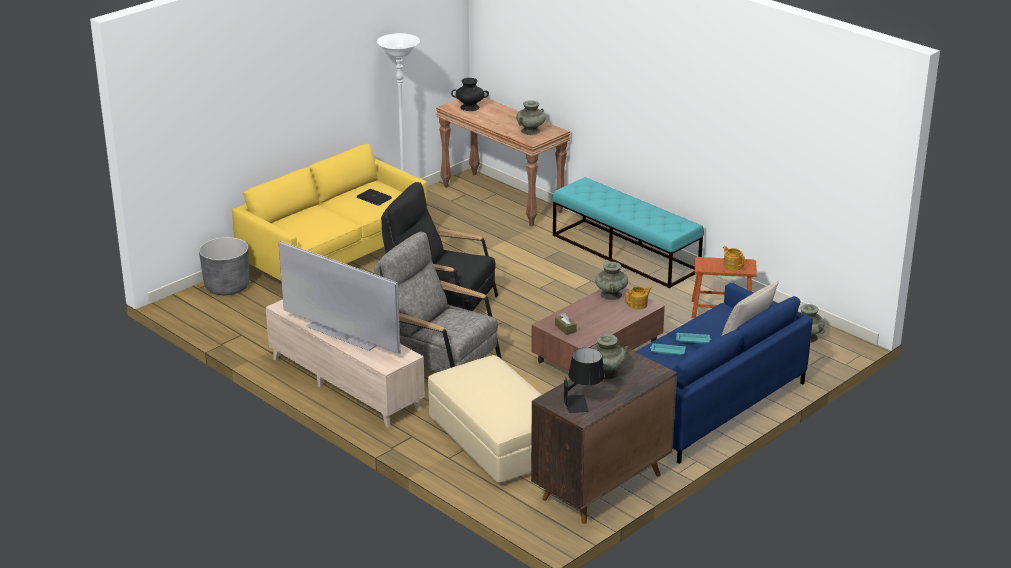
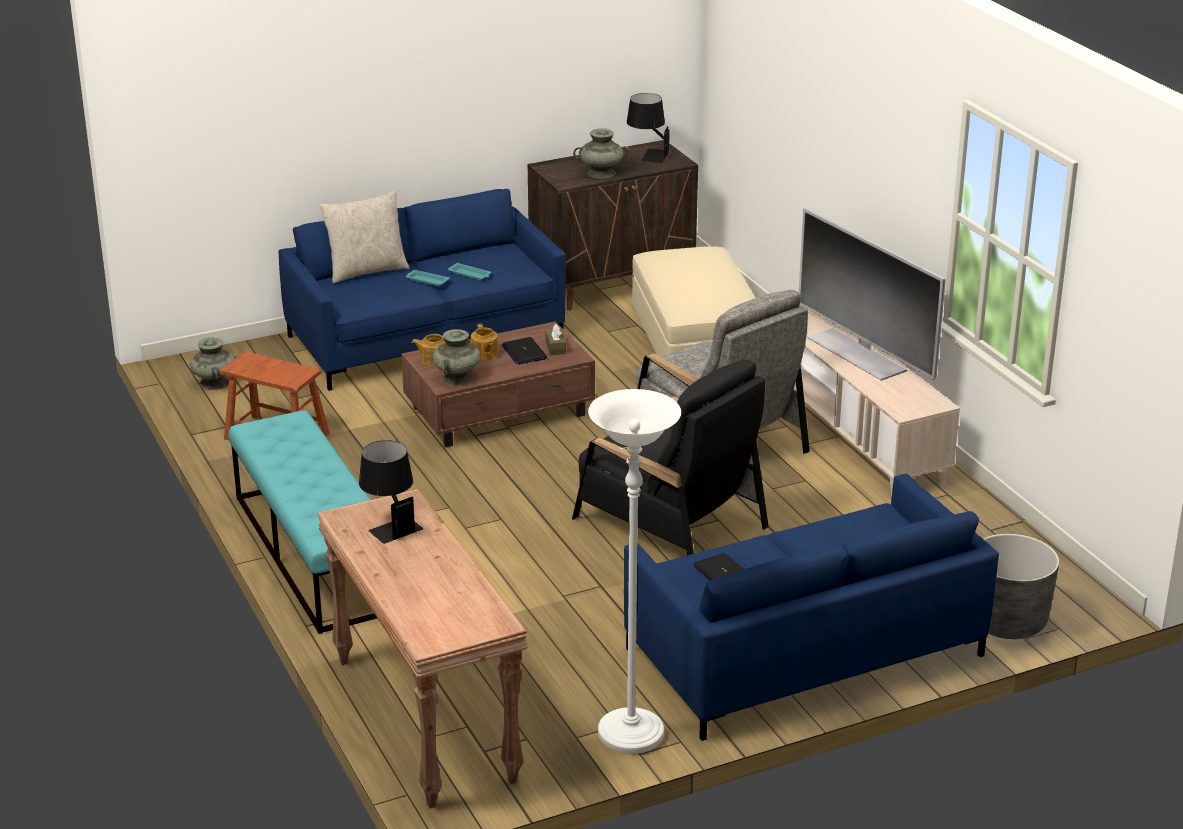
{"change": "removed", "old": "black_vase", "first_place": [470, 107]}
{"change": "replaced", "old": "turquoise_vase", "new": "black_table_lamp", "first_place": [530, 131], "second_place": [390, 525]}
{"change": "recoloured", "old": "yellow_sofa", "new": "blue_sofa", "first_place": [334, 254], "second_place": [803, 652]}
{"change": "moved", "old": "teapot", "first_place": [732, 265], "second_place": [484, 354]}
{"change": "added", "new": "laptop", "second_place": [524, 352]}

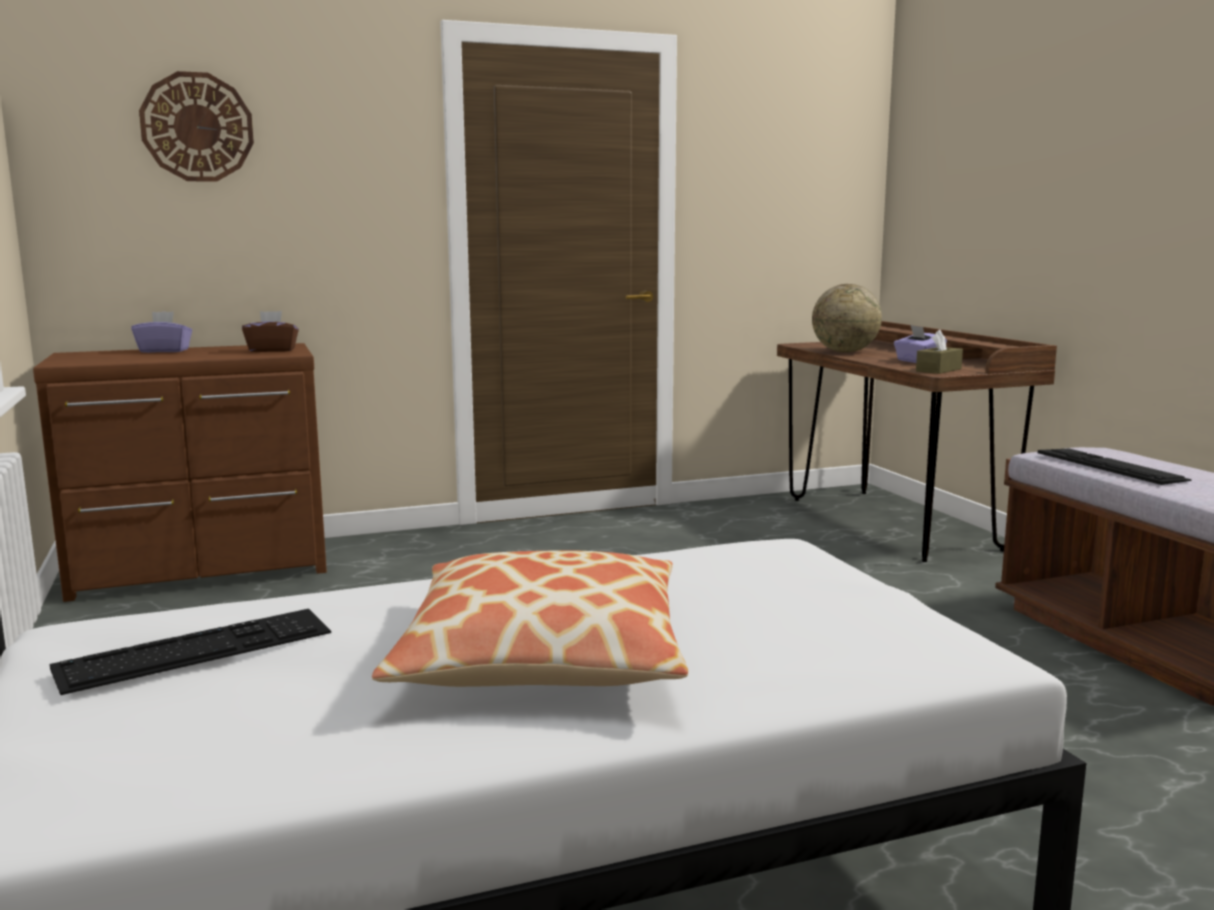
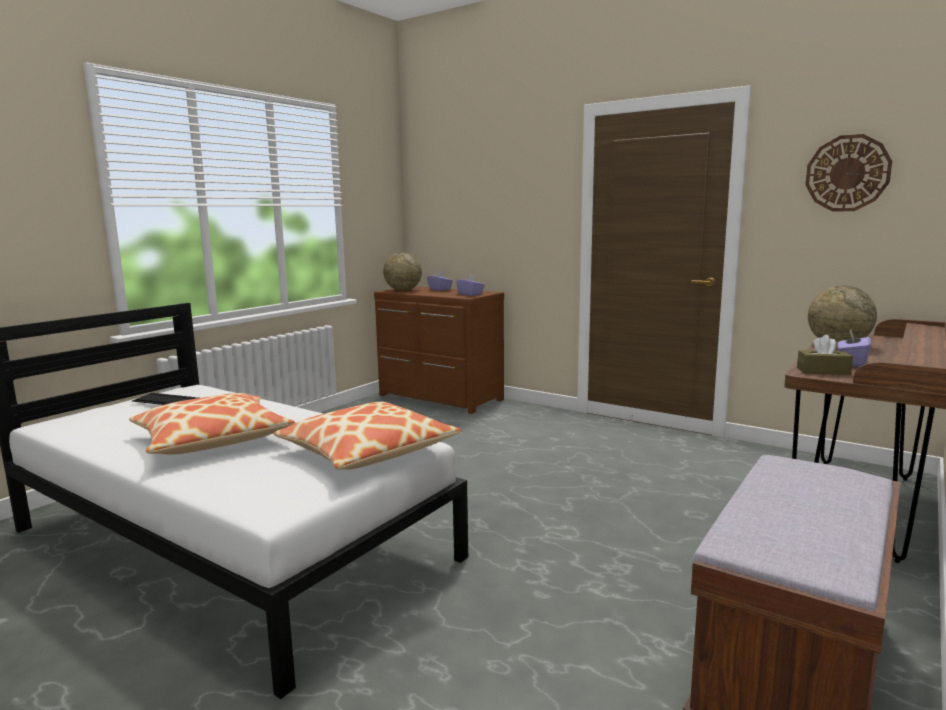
{"change": "moved", "old": "wall_clock", "first_place": [197, 127], "second_place": [847, 173]}
{"change": "recoloured", "old": "brown_tissue_box", "new": "purple_tissue_box", "first_place": [272, 350], "second_place": [470, 294]}
{"change": "removed", "old": "keyboard", "first_place": [1110, 466]}
{"change": "added", "new": "globe", "second_place": [403, 290]}
{"change": "added", "new": "pillow", "second_place": [368, 452]}

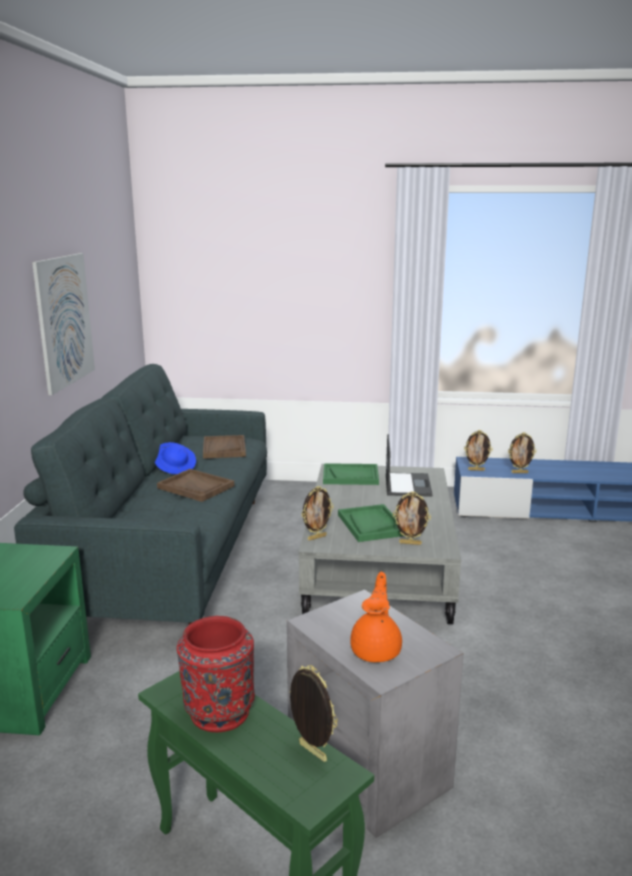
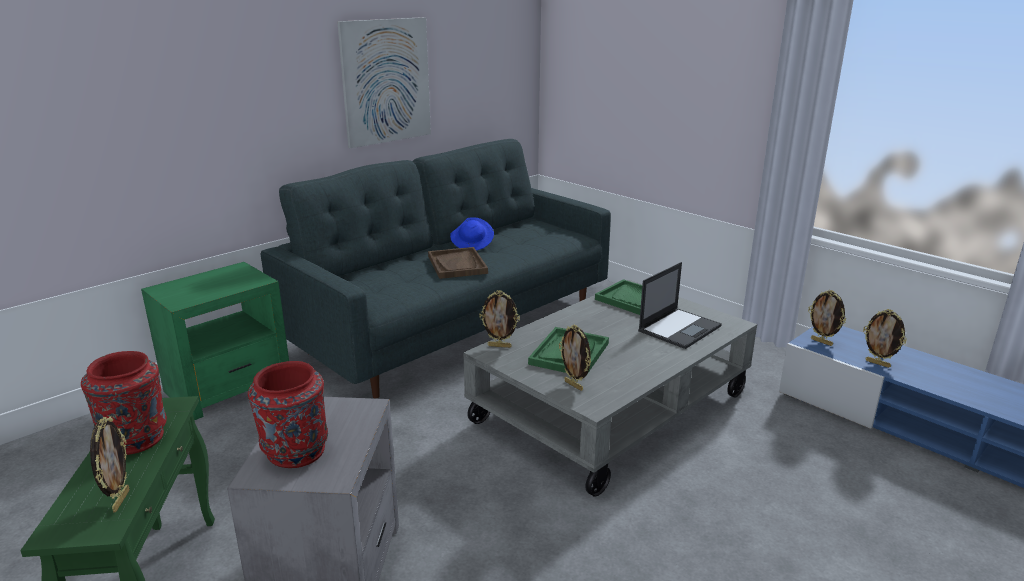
{"change": "removed", "old": "brown_tray", "first_place": [224, 448]}
{"change": "replaced", "old": "orange_teapot", "new": "red_vase", "first_place": [377, 650], "second_place": [295, 452]}

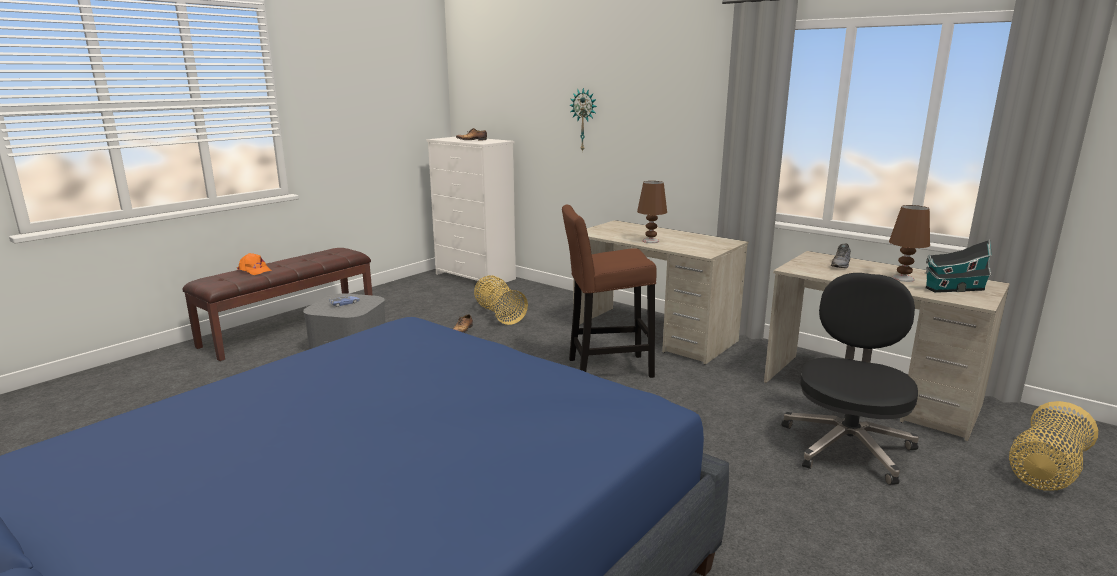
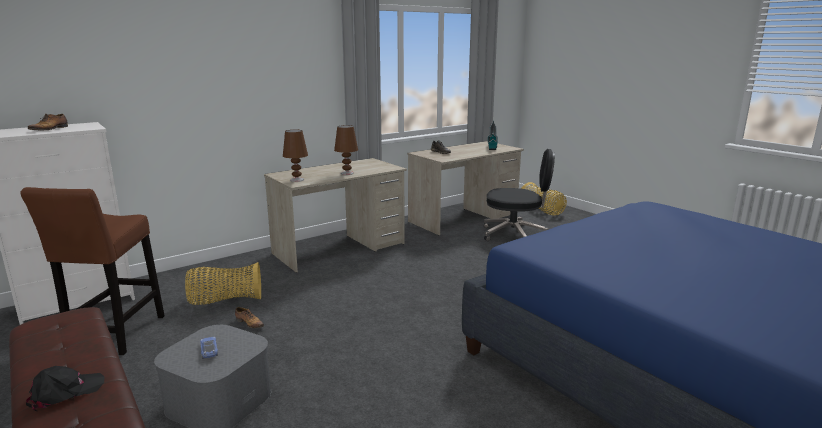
{"change": "removed", "old": "wall_clock", "first_place": [584, 120]}
{"change": "moved", "old": "brown_stool", "first_place": [605, 369], "second_place": [115, 336]}
{"change": "moved", "old": "brown_table_lamp", "first_place": [903, 278], "second_place": [297, 180]}
{"change": "recoloured", "old": "orange_cap", "new": "black_cap", "first_place": [254, 270], "second_place": [65, 392]}
{"change": "turned", "old": "black_office_chair", "first_place": [847, 445], "second_place": [515, 235], "degrees": 150}

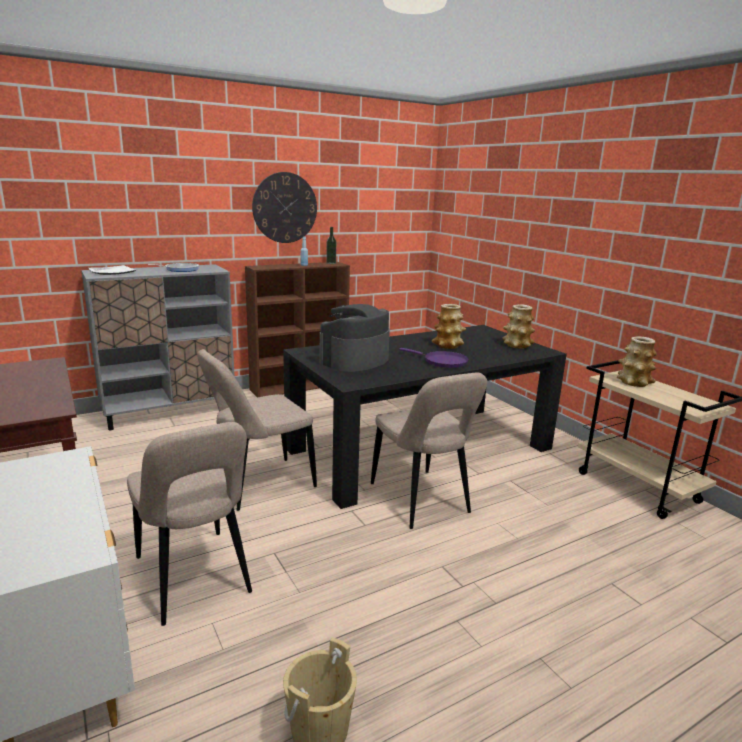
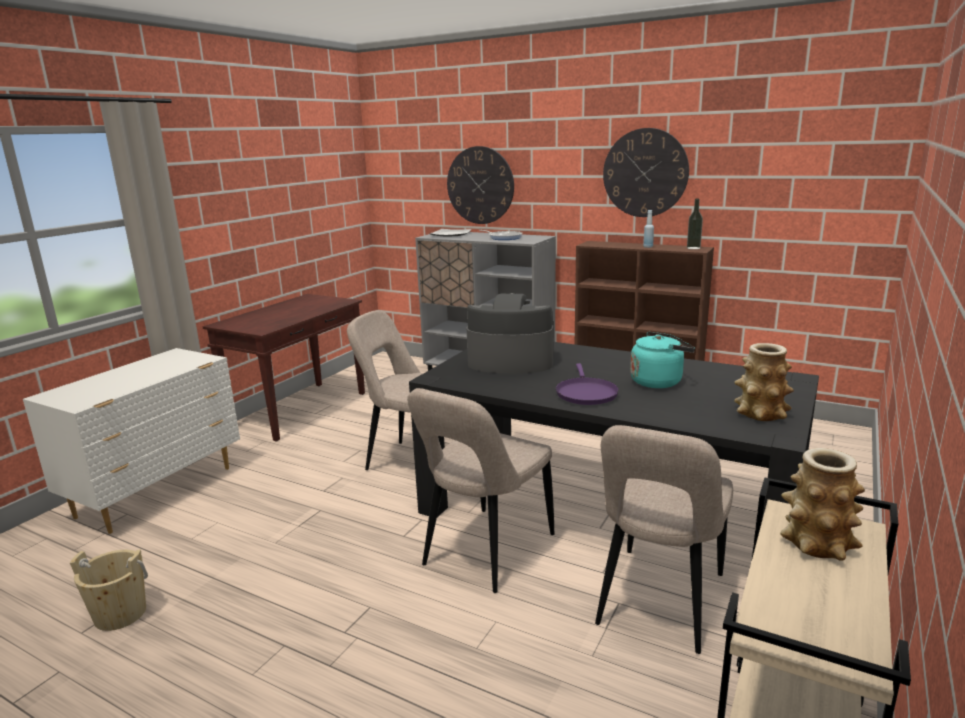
{"change": "replaced", "old": "vase", "new": "turquoise_kettle", "first_place": [448, 346], "second_place": [658, 381]}
{"change": "moved", "old": "beige_chair", "first_place": [194, 579], "second_place": [658, 603]}
{"change": "added", "new": "wall_clock", "second_place": [480, 185]}

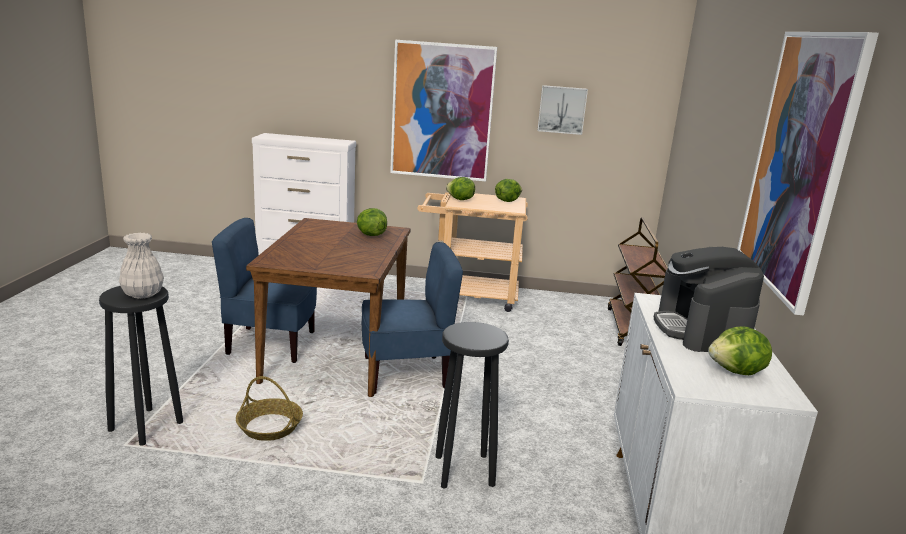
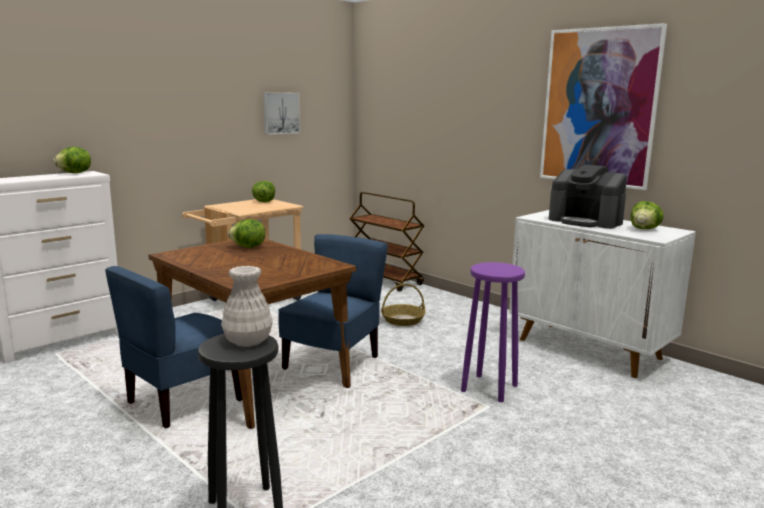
{"change": "removed", "old": "picture", "first_place": [442, 111]}
{"change": "moved", "old": "lettuce", "first_place": [460, 200], "second_place": [75, 173]}
{"change": "recoloured", "old": "black_stool", "new": "purple_stool", "first_place": [464, 471], "second_place": [490, 388]}
{"change": "moved", "old": "basket", "first_place": [270, 427], "second_place": [403, 320]}

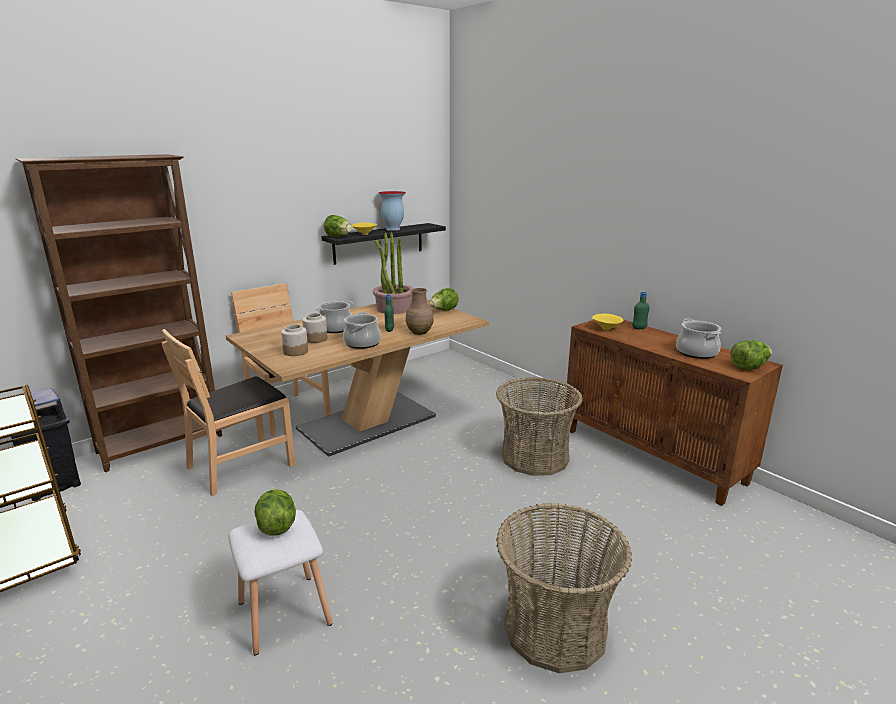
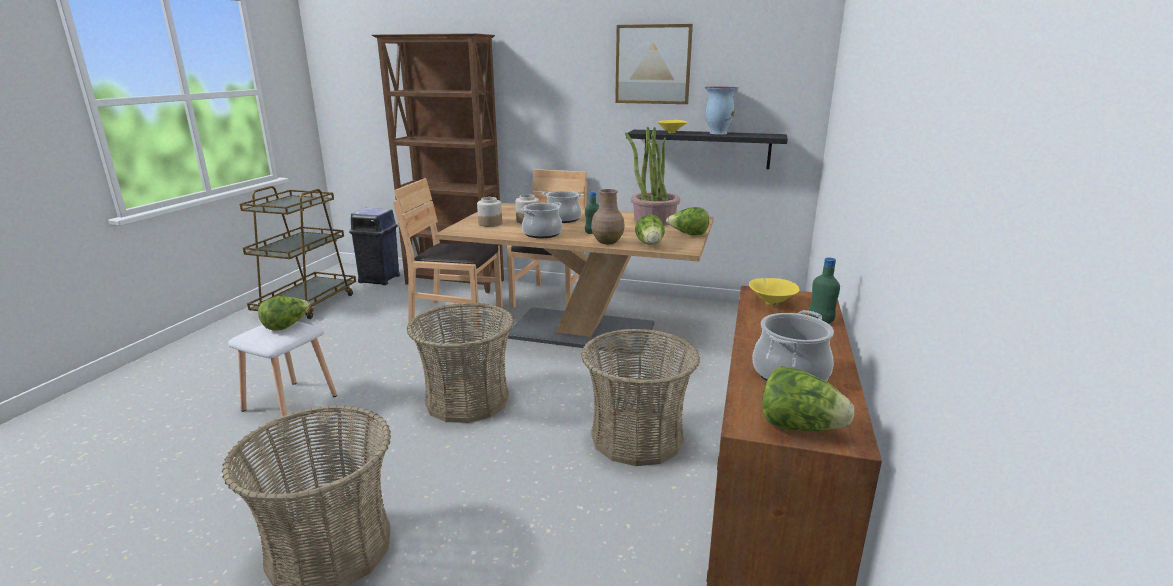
{"change": "moved", "old": "lettuce", "first_place": [339, 236], "second_place": [650, 245]}
{"change": "added", "new": "picture", "second_place": [653, 64]}
{"change": "added", "new": "basket", "second_place": [467, 400]}

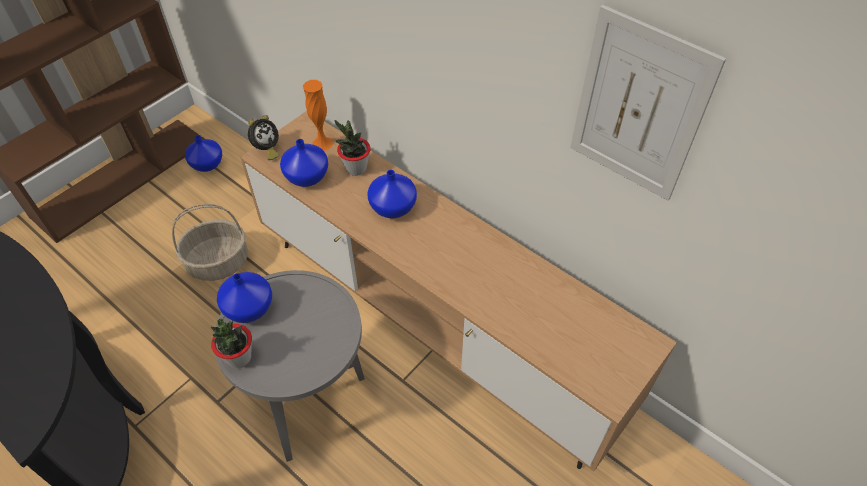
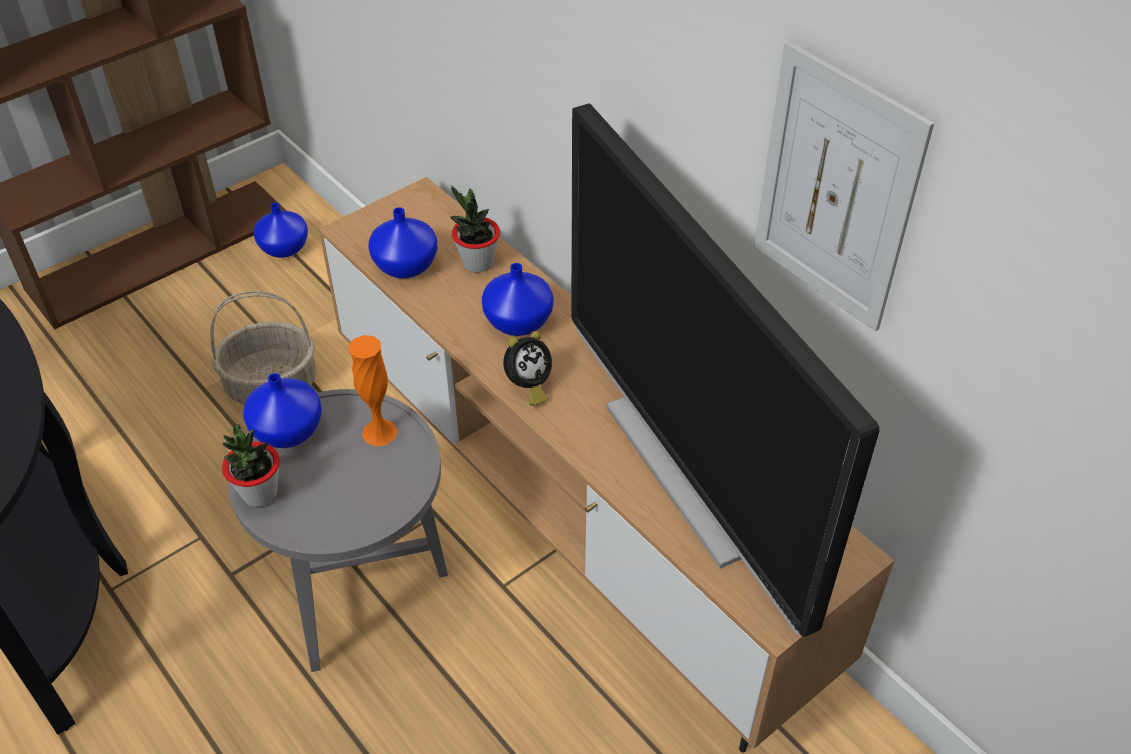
{"change": "moved", "old": "orange_vase", "first_place": [322, 143], "second_place": [379, 432]}
{"change": "moved", "old": "alarm_clock", "first_place": [266, 150], "second_place": [528, 387]}
{"change": "added", "new": "television", "second_place": [691, 471]}

